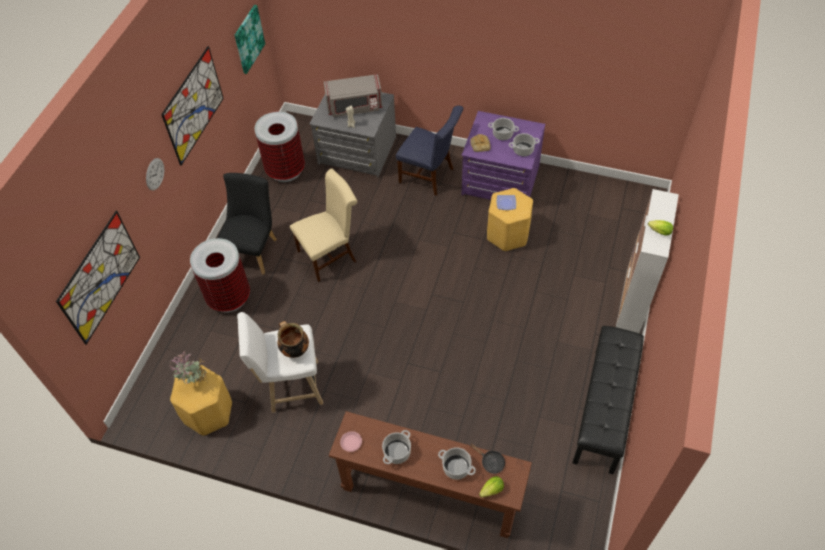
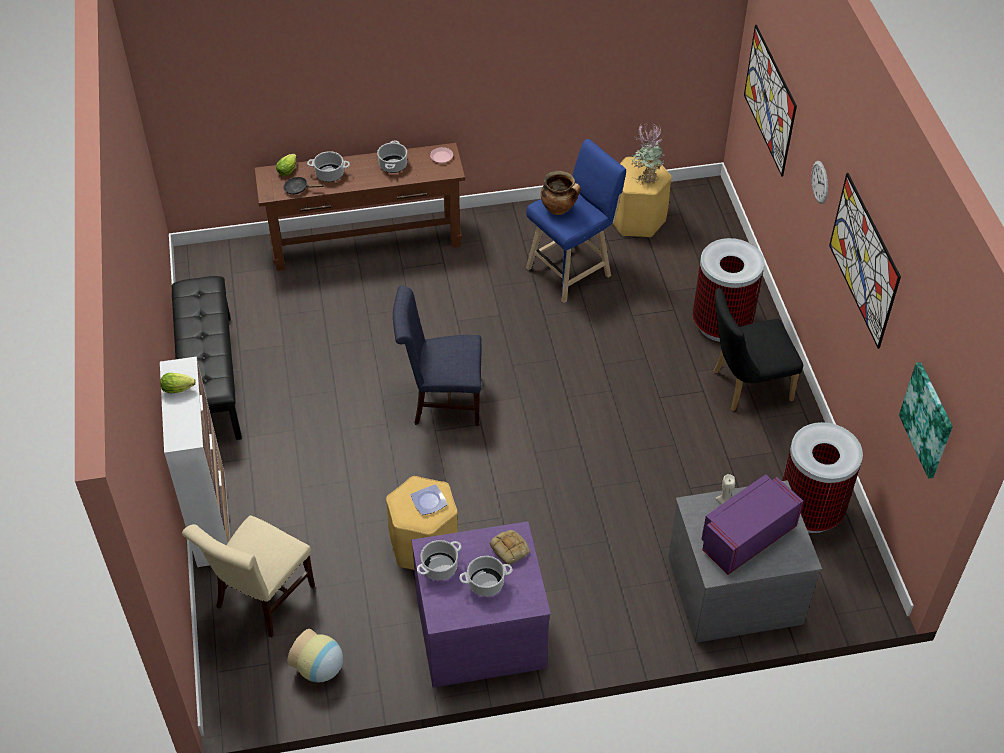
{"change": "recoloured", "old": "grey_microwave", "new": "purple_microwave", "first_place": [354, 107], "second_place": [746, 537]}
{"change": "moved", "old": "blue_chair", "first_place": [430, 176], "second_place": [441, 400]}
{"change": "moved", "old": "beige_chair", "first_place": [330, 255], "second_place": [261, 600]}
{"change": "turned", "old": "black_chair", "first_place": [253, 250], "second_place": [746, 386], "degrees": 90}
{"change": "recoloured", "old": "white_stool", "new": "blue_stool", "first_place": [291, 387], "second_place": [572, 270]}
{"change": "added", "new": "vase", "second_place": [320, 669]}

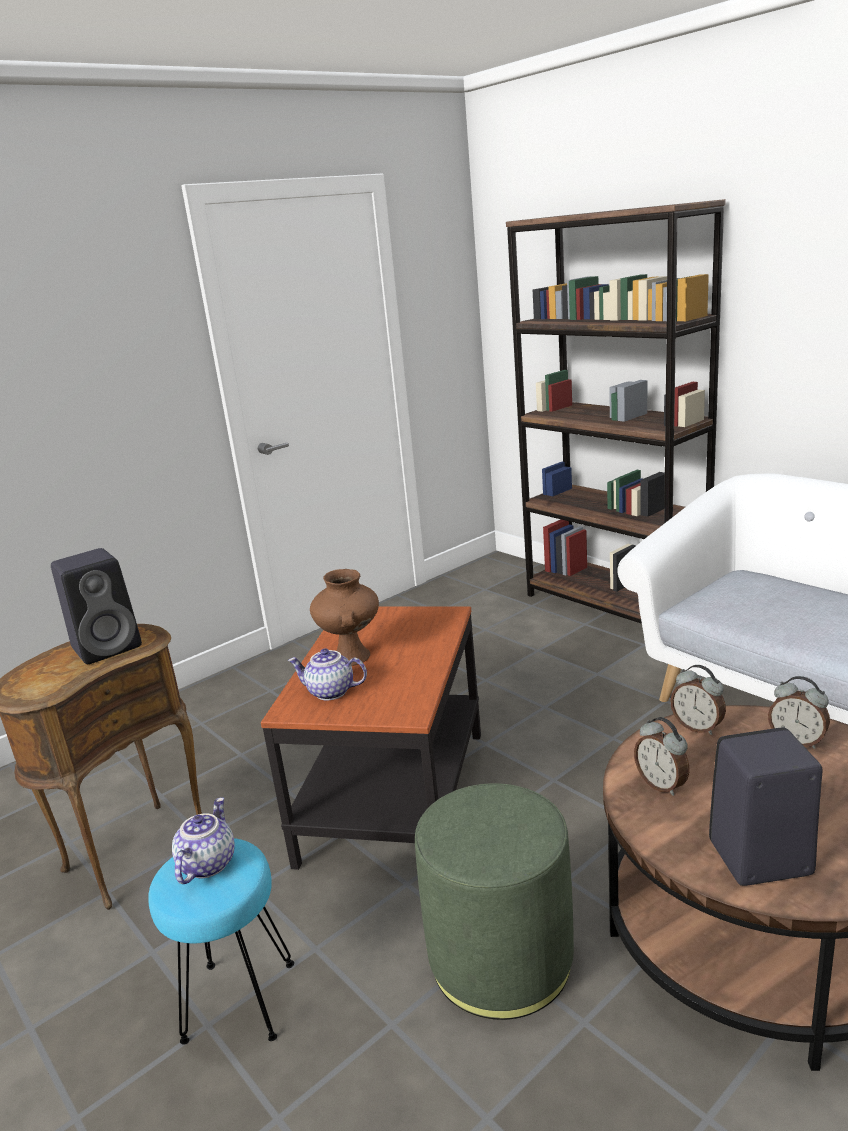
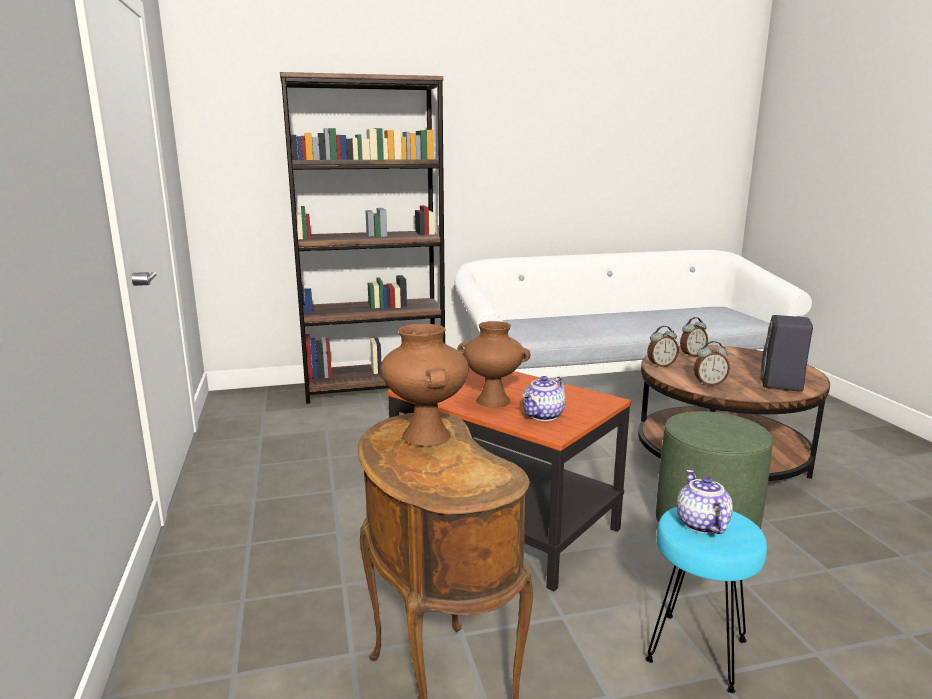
{"change": "replaced", "old": "black_speaker", "new": "brown_vase", "first_place": [109, 646], "second_place": [425, 435]}
{"change": "turned", "old": "teapot", "first_place": [206, 864], "second_place": [700, 524], "degrees": 45}

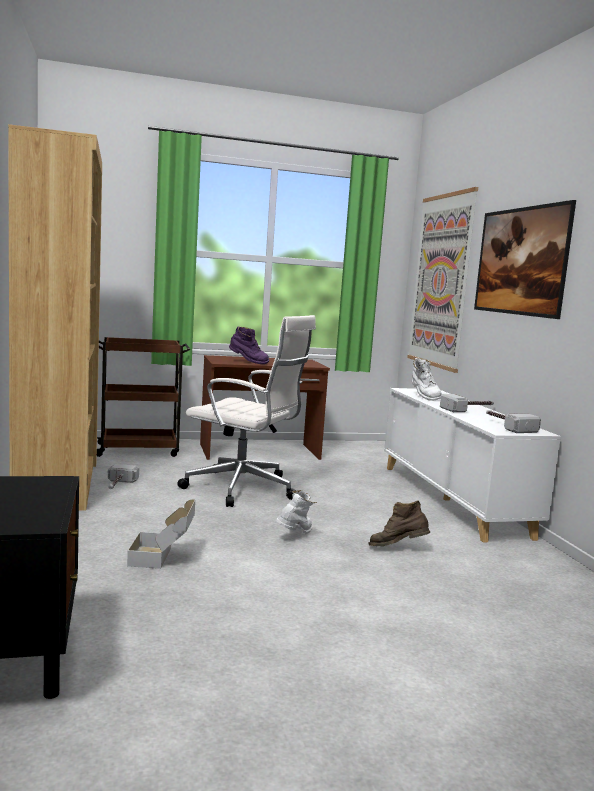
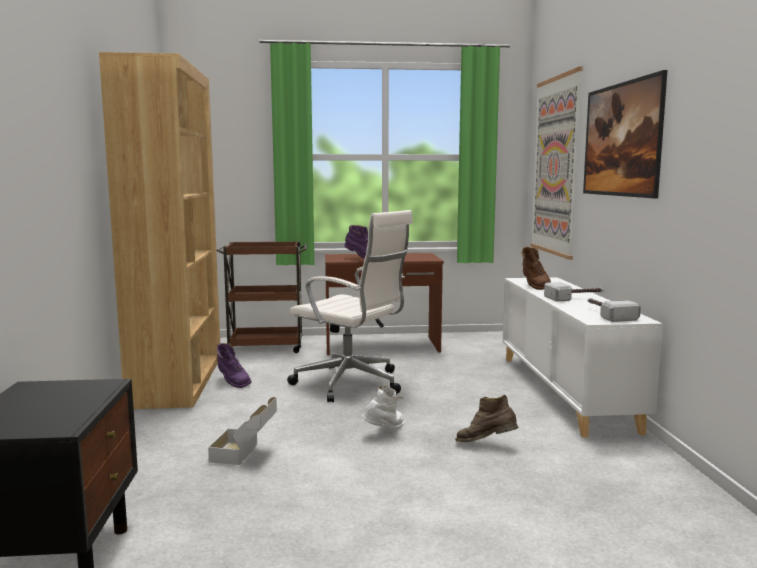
{"change": "recoloured", "old": "white_boot", "new": "brown_boot", "first_place": [424, 397], "second_place": [534, 286]}
{"change": "replaced", "old": "hammer", "new": "purple_boot", "first_place": [118, 485], "second_place": [232, 382]}

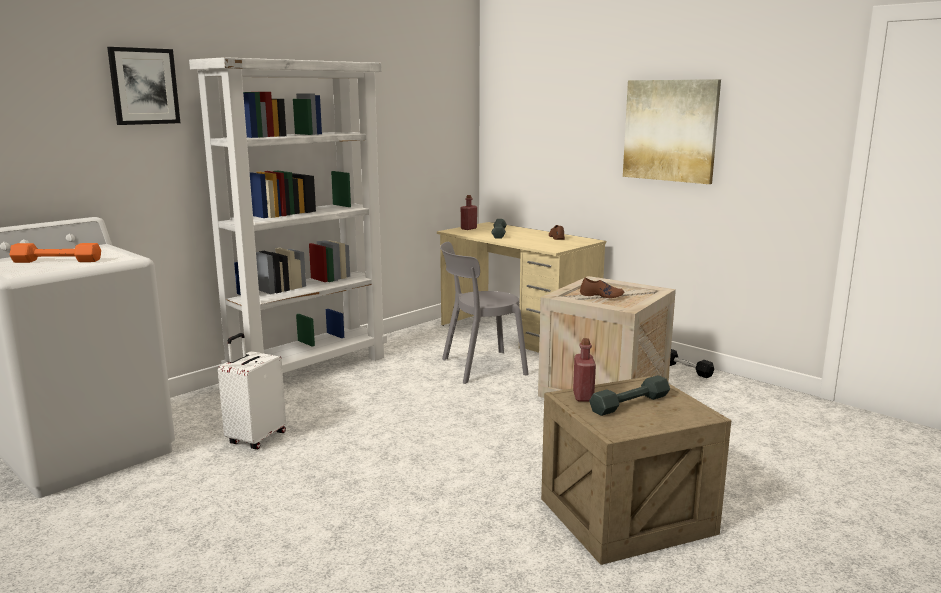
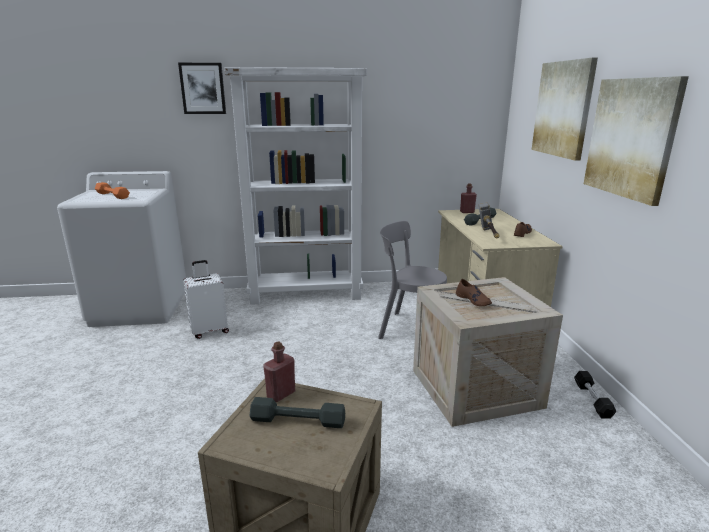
{"change": "added", "new": "picture", "second_place": [563, 109]}
{"change": "added", "new": "hammer", "second_place": [489, 235]}

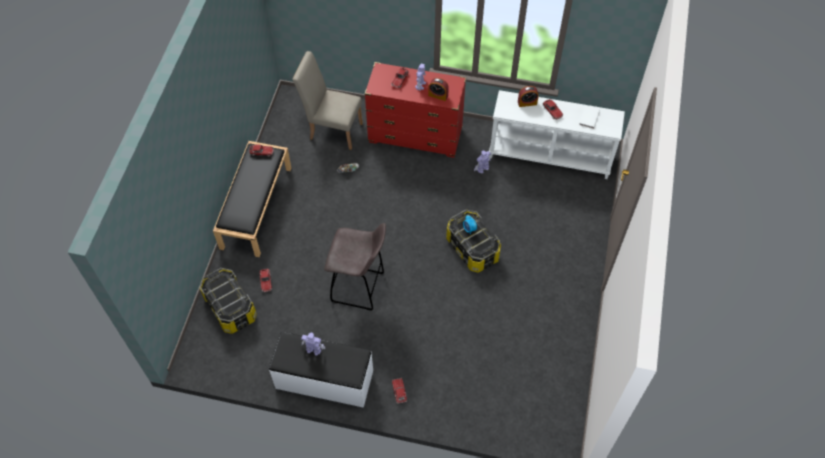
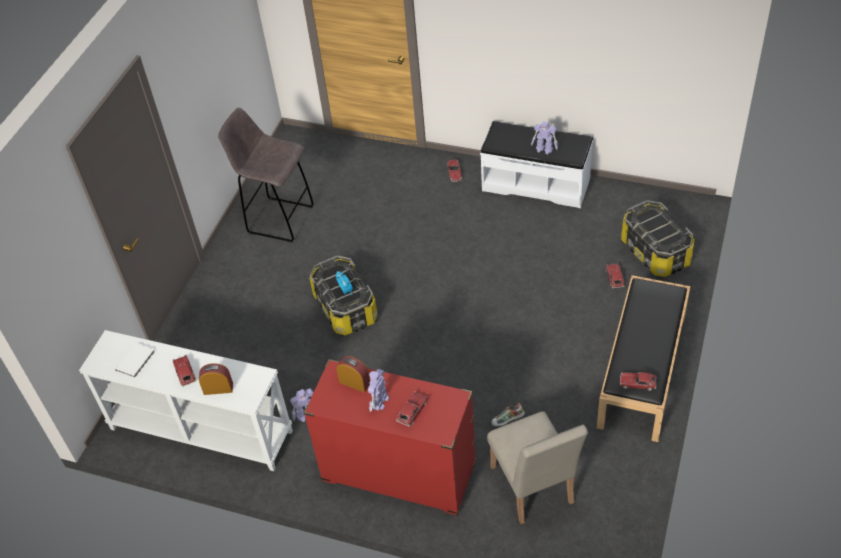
{"change": "turned", "old": "beige_chair", "first_place": [332, 129], "second_place": [534, 491], "degrees": 45}
{"change": "moved", "old": "grey_stool", "first_place": [359, 288], "second_place": [278, 219]}

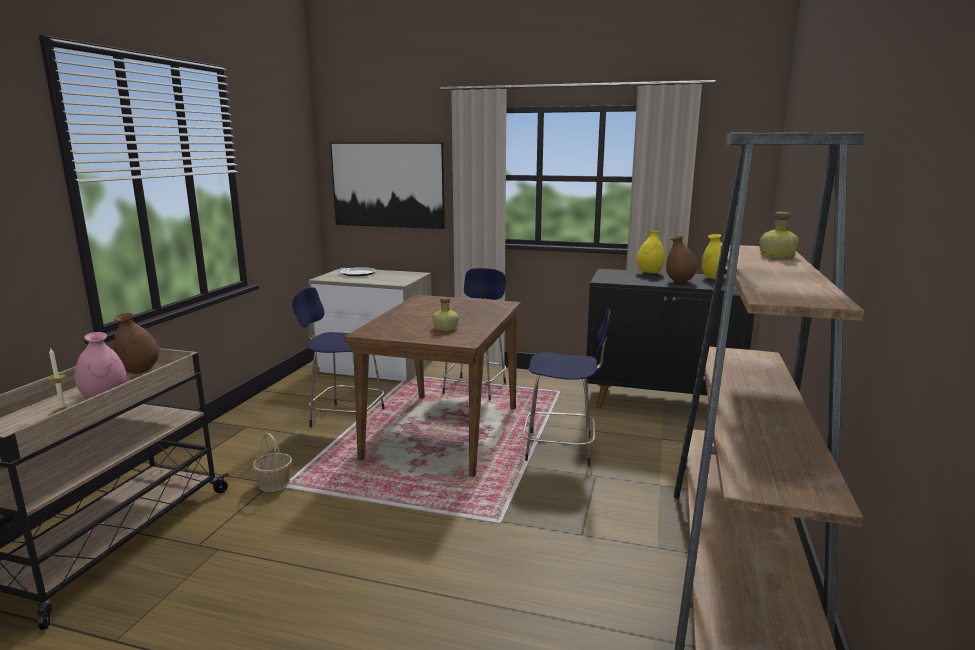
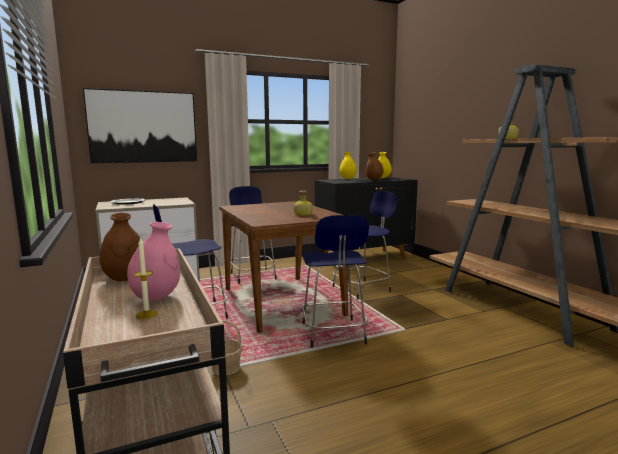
{"change": "added", "new": "blue_stool", "second_place": [333, 335]}

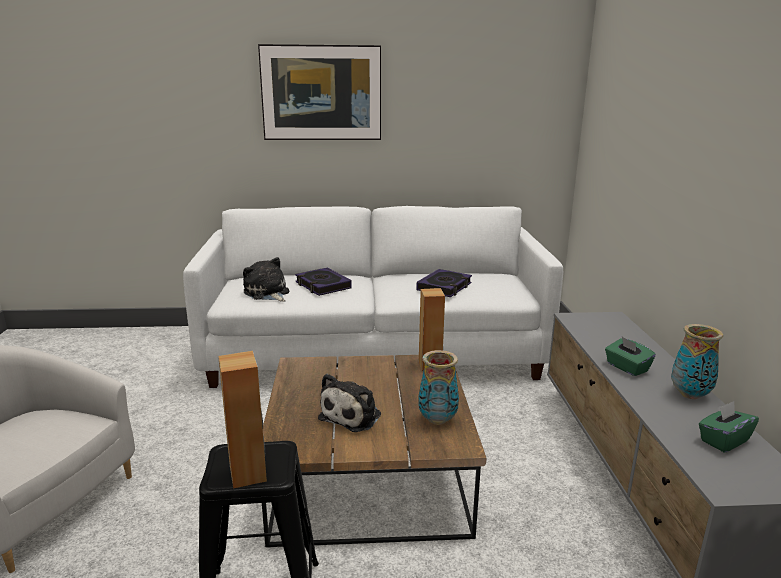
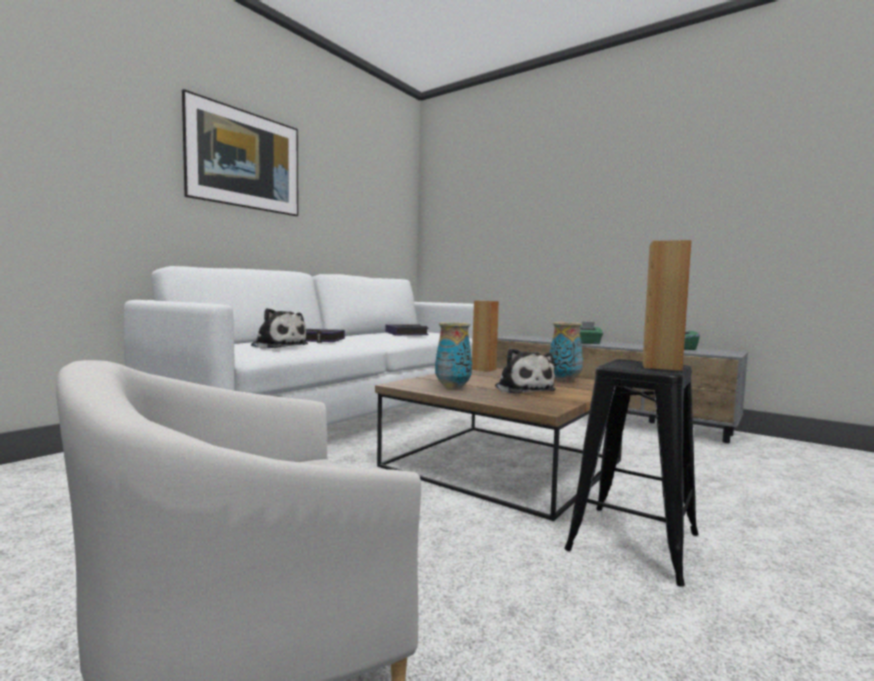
{"change": "turned", "old": "plush_toy", "first_place": [267, 293], "second_place": [278, 346], "degrees": -150}
{"change": "moved", "old": "vase", "first_place": [690, 394], "second_place": [453, 387]}

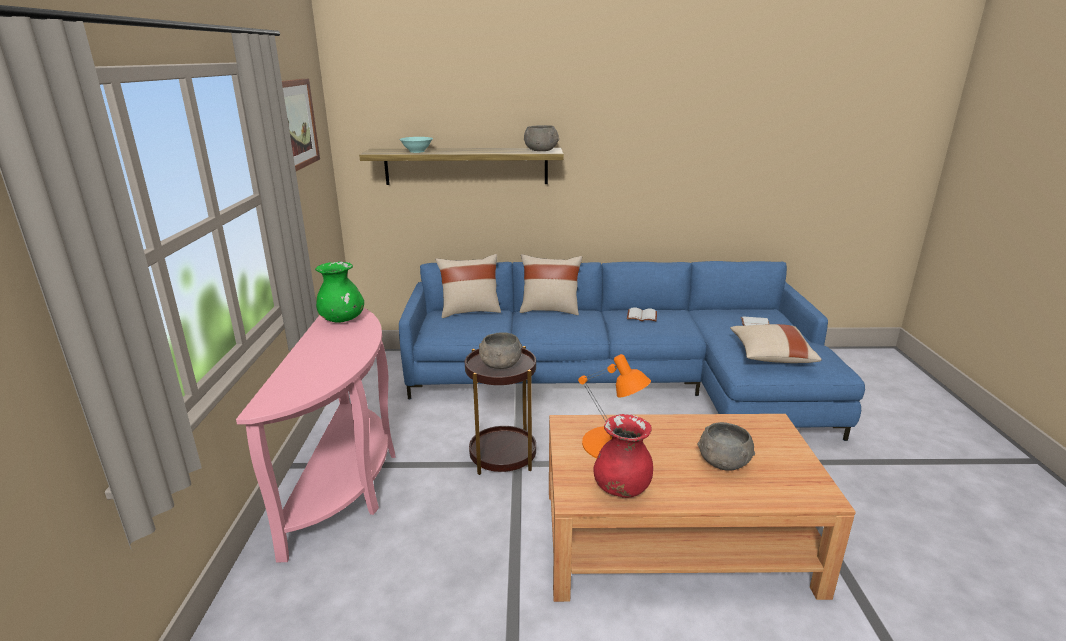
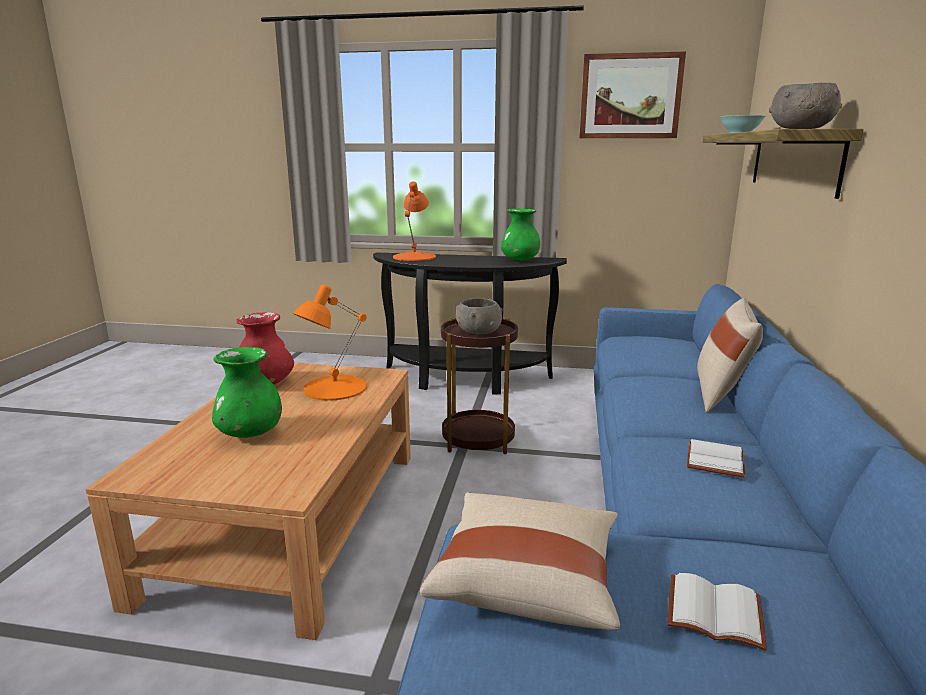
{"change": "removed", "old": "beige_pillow", "first_place": [470, 311]}
{"change": "recoloured", "old": "pink_console_table", "new": "black_console_table", "first_place": [347, 482], "second_place": [464, 380]}
{"change": "replaced", "old": "grey_bowl", "new": "green_vase", "first_place": [723, 462], "second_place": [250, 433]}
{"change": "added", "new": "orange_table_lamp", "second_place": [414, 257]}

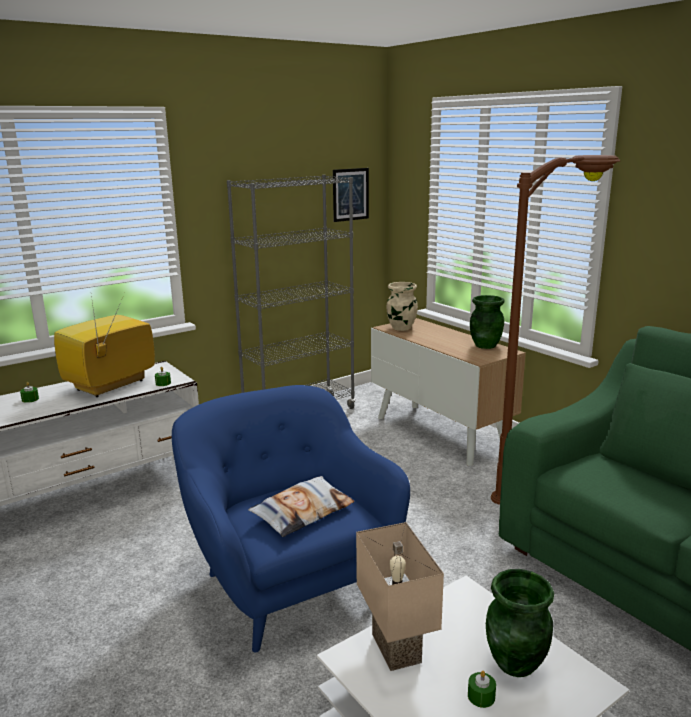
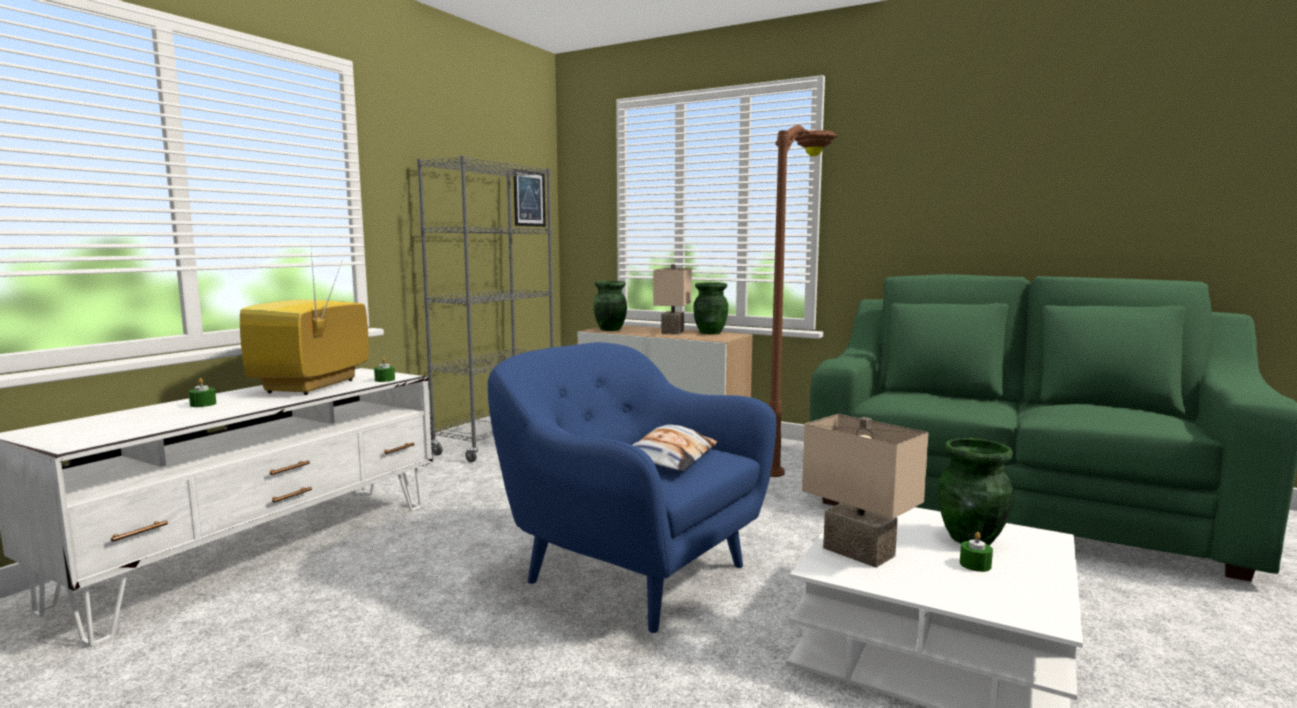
{"change": "recoloured", "old": "beige_vase", "new": "green_vase", "first_place": [401, 328], "second_place": [610, 329]}
{"change": "added", "new": "beige_table_lamp", "second_place": [671, 332]}

